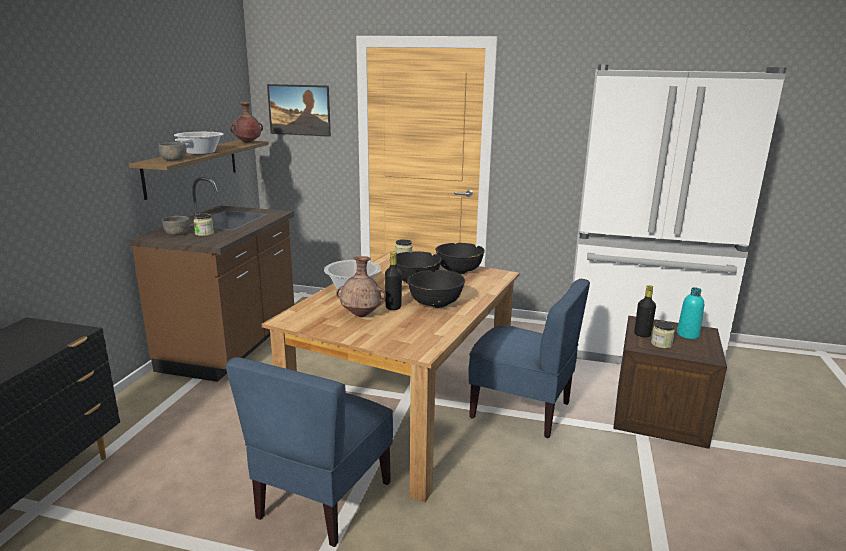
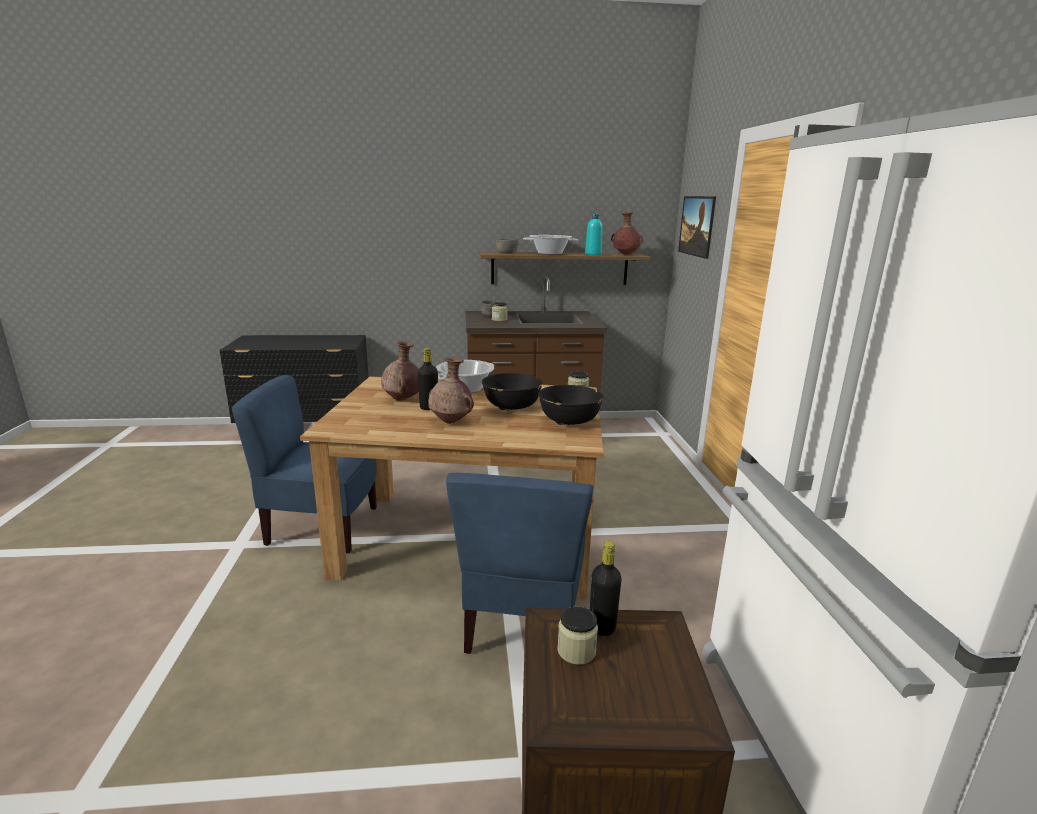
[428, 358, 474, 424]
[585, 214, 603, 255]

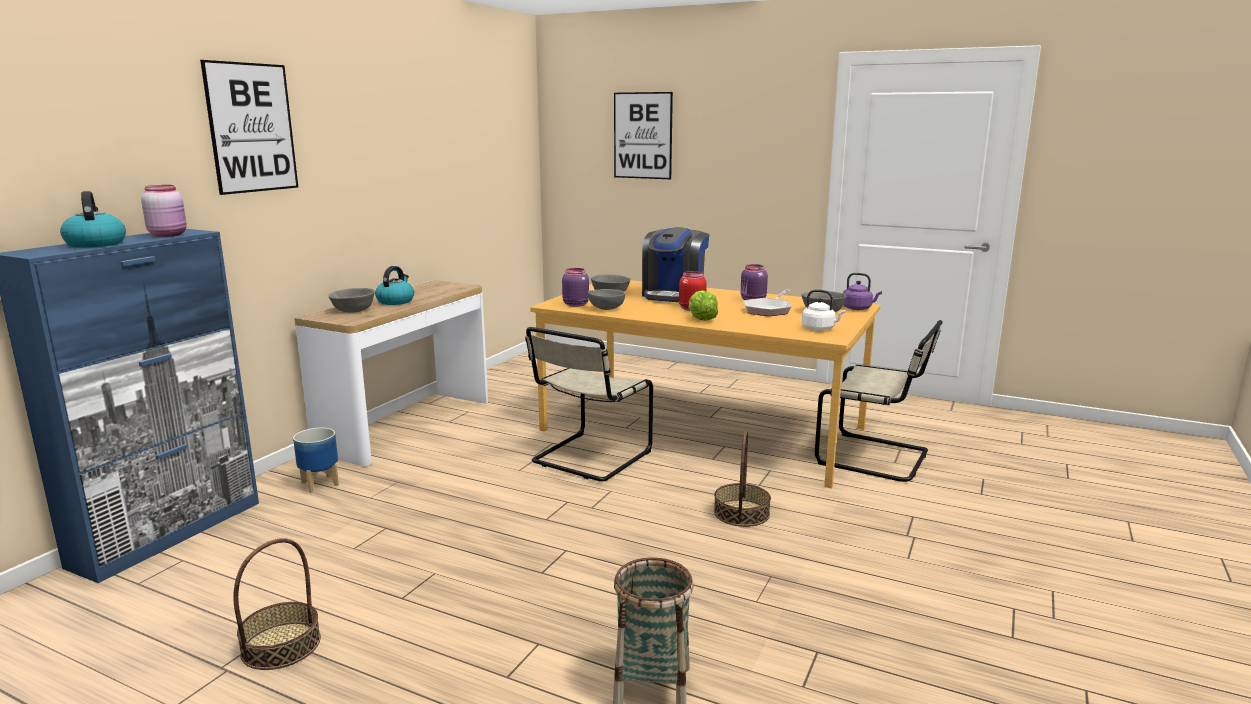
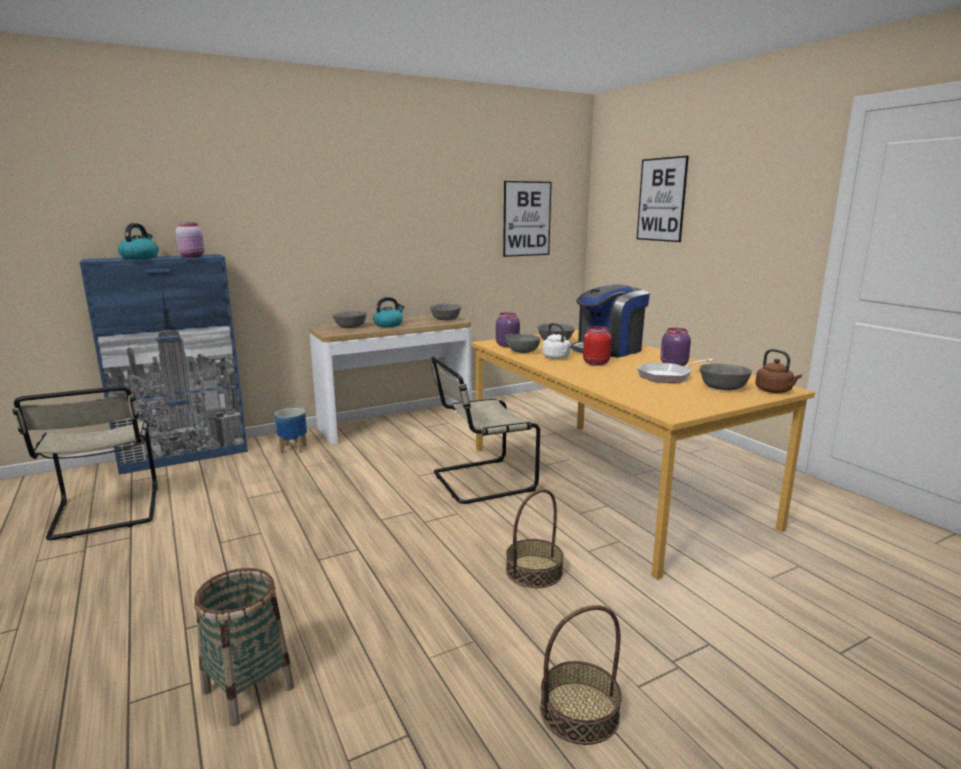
[503, 181, 552, 257]
[755, 349, 802, 393]
[542, 323, 571, 359]
[689, 290, 718, 321] (first image)
[13, 386, 158, 540]
[540, 605, 622, 745]
[430, 304, 461, 320]

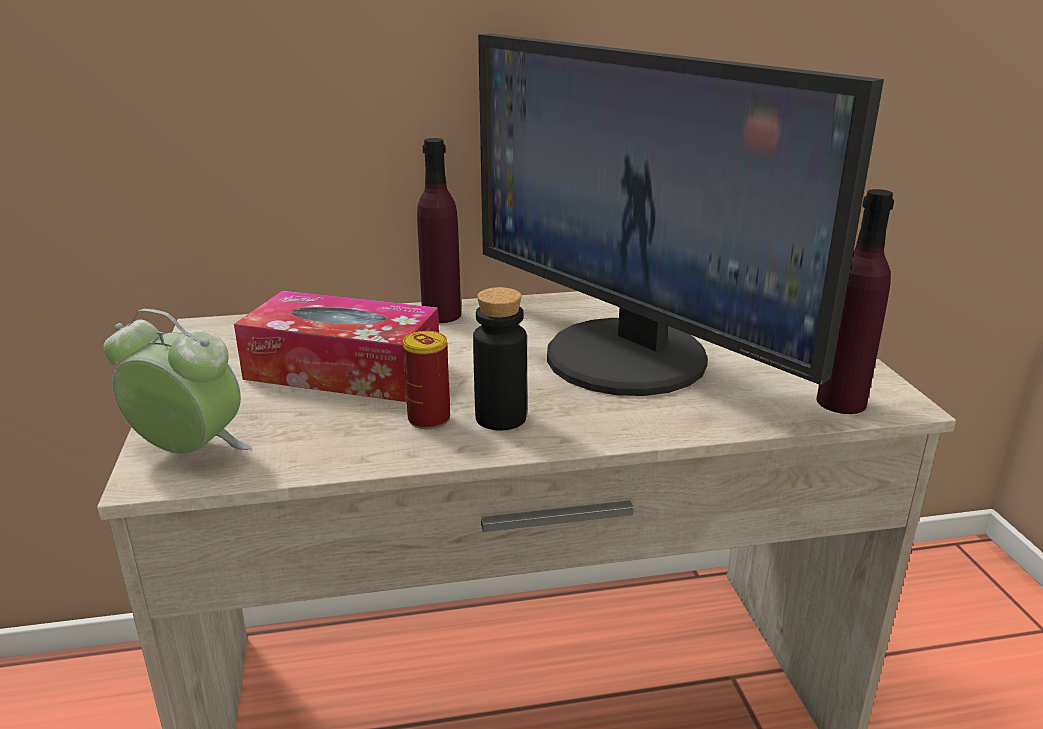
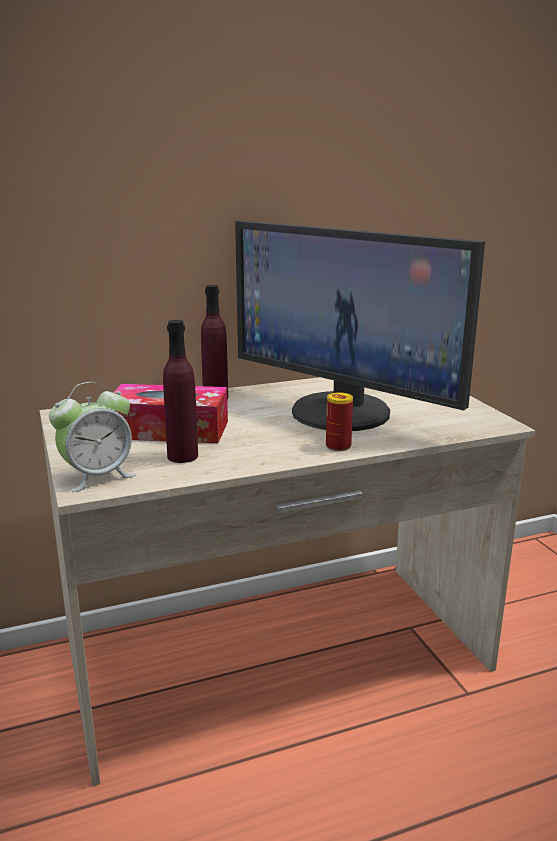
[163, 320, 198, 463]
[473, 287, 527, 431] (first image)
[49, 382, 136, 492]
[326, 392, 353, 451]

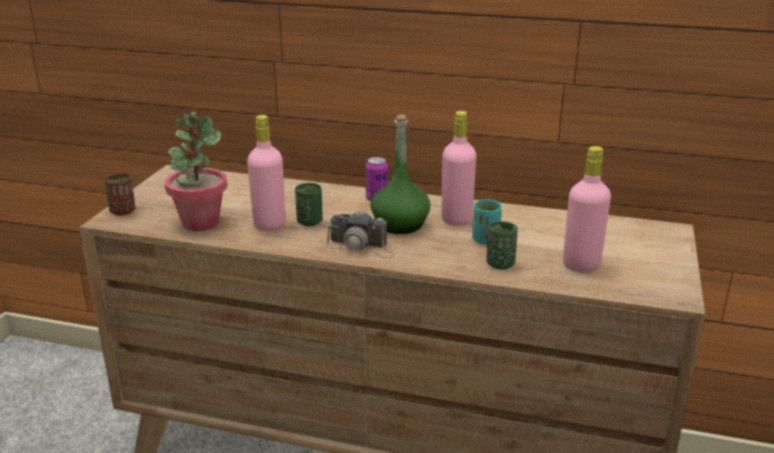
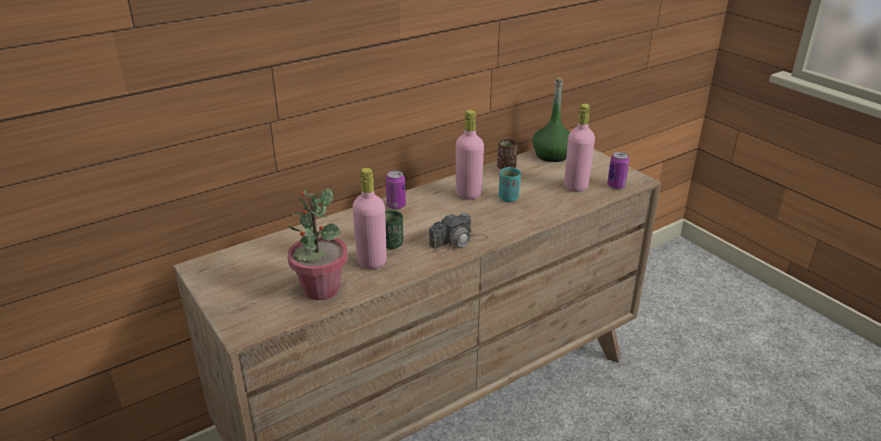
[532, 77, 570, 162]
[497, 139, 518, 169]
[487, 221, 518, 269] (first image)
[607, 152, 630, 189]

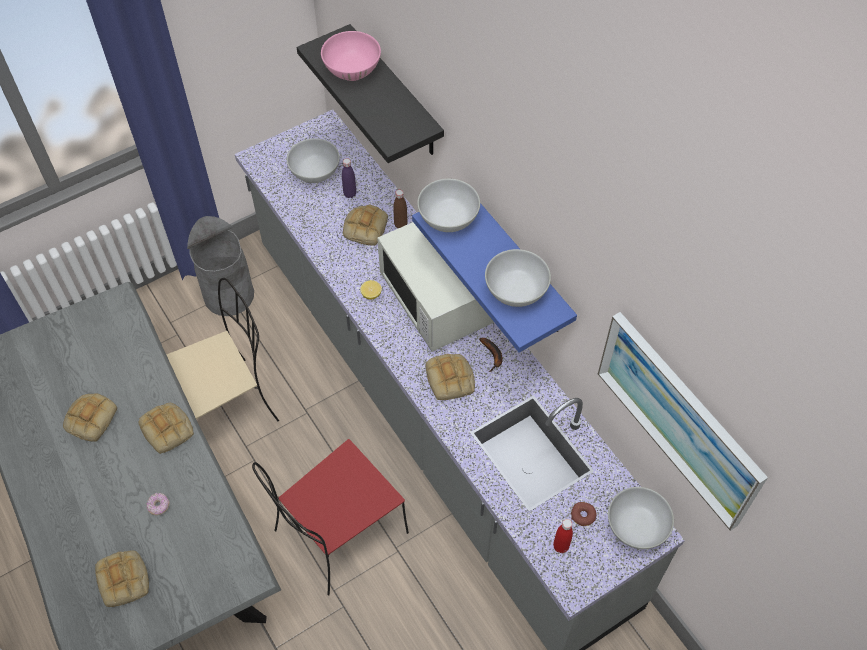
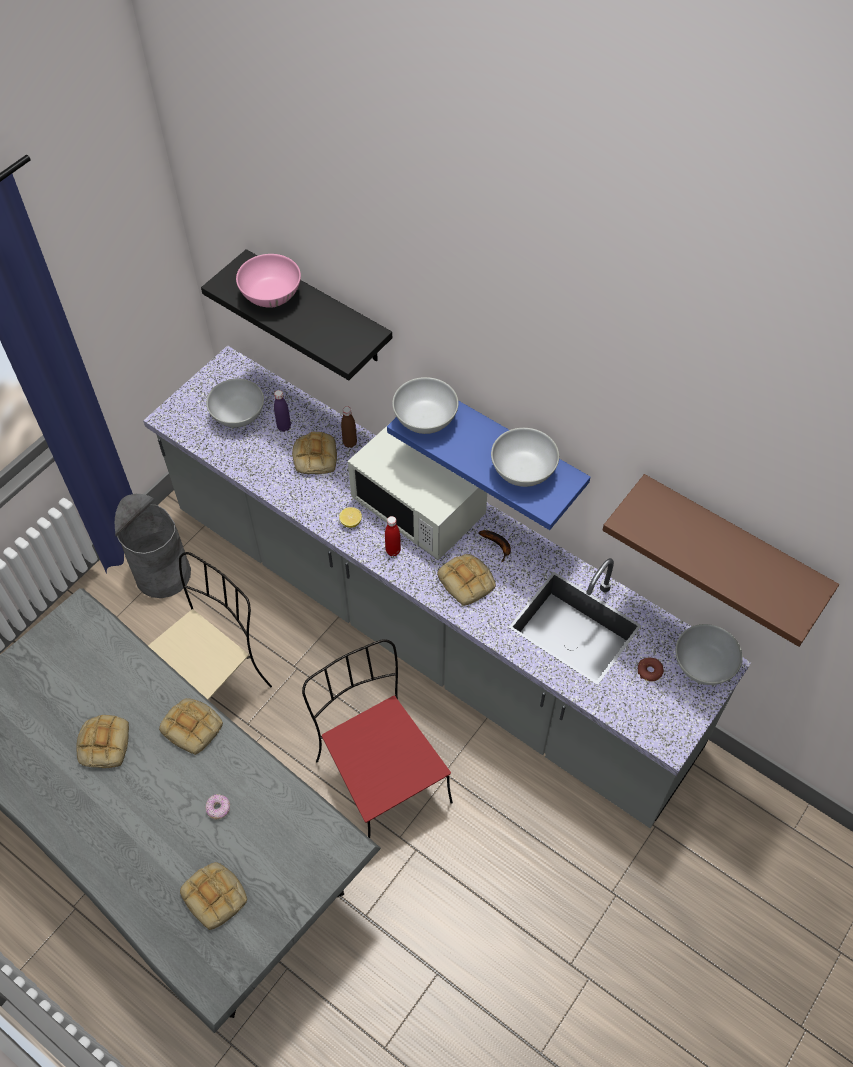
[602, 474, 839, 647]
[302, 639, 453, 838]
[385, 516, 401, 556]

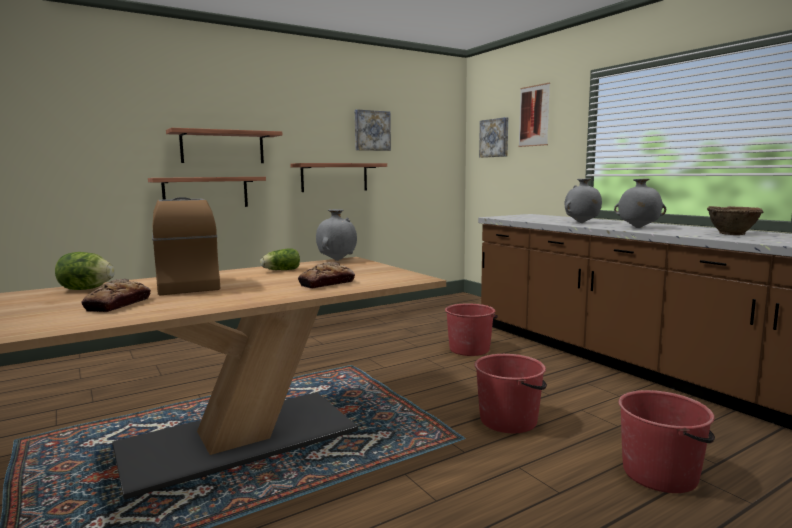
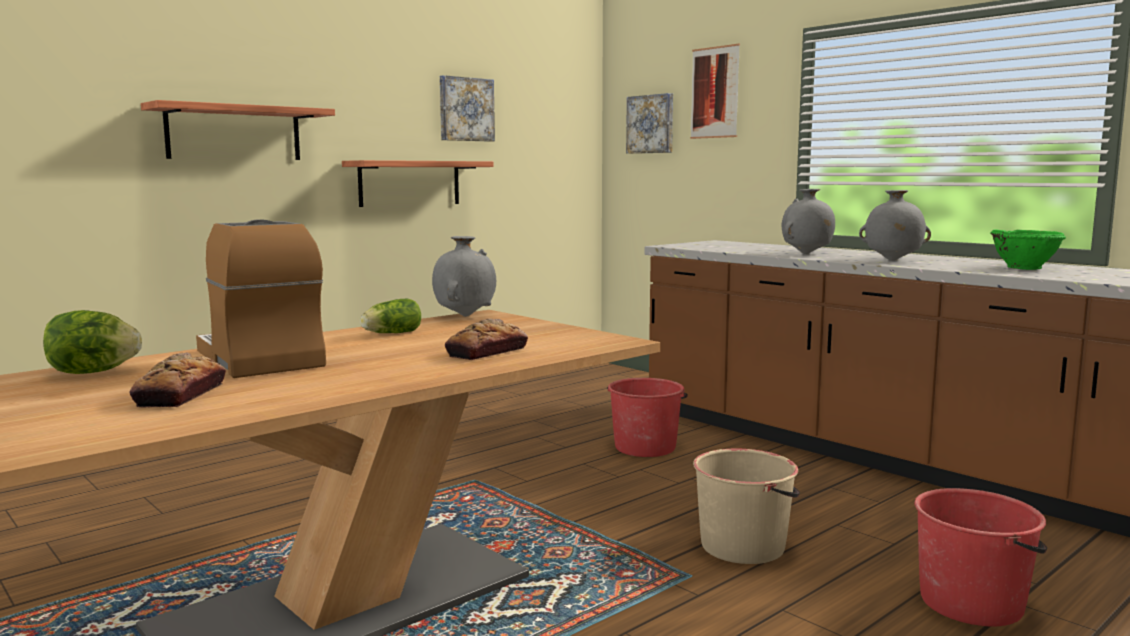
[148, 177, 266, 207] (first image)
[990, 229, 1066, 270]
[693, 449, 800, 564]

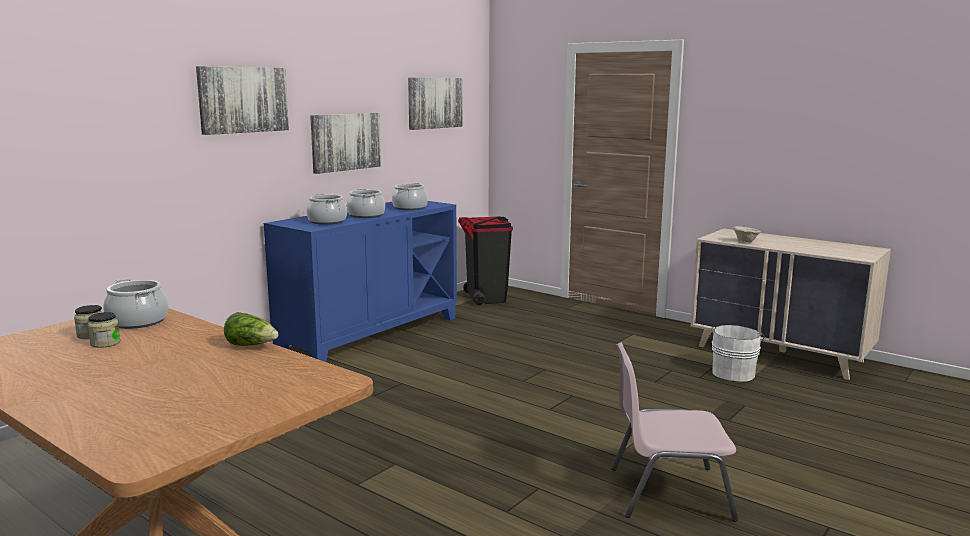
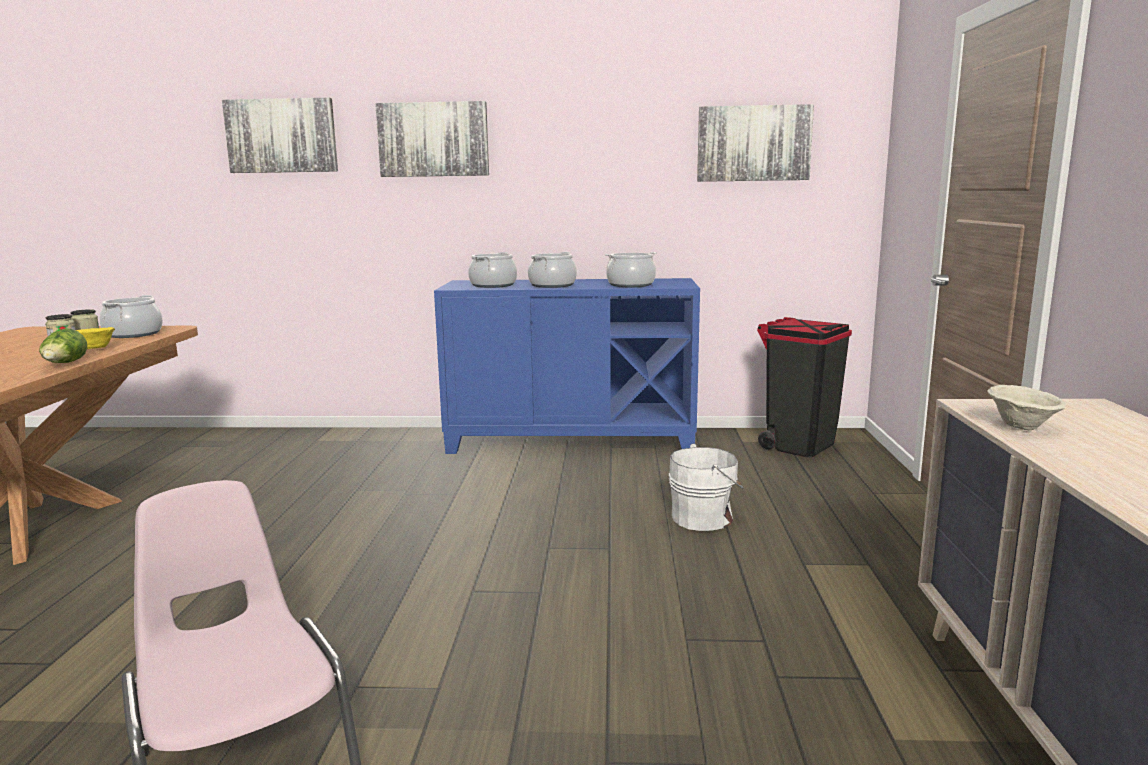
[222, 98, 338, 173]
[668, 444, 743, 531]
[76, 327, 115, 349]

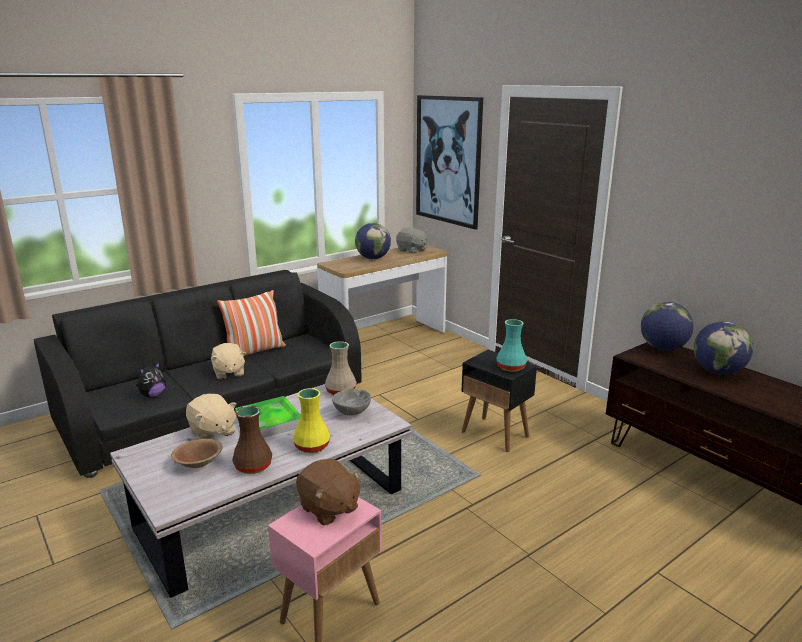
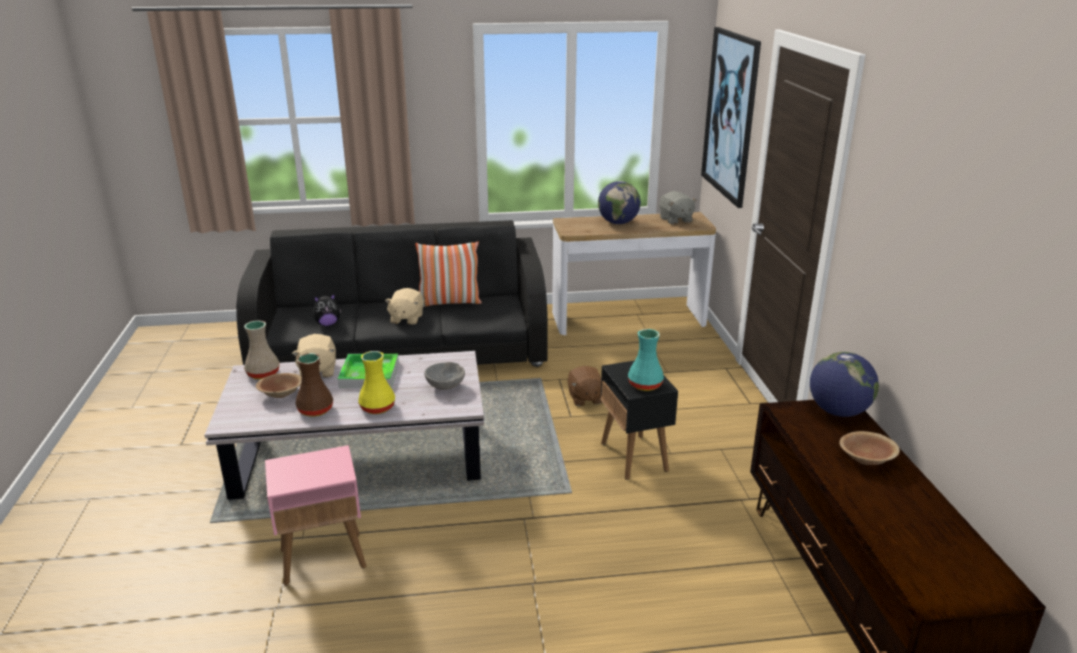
[839, 431, 900, 465]
[244, 321, 280, 380]
[568, 366, 602, 406]

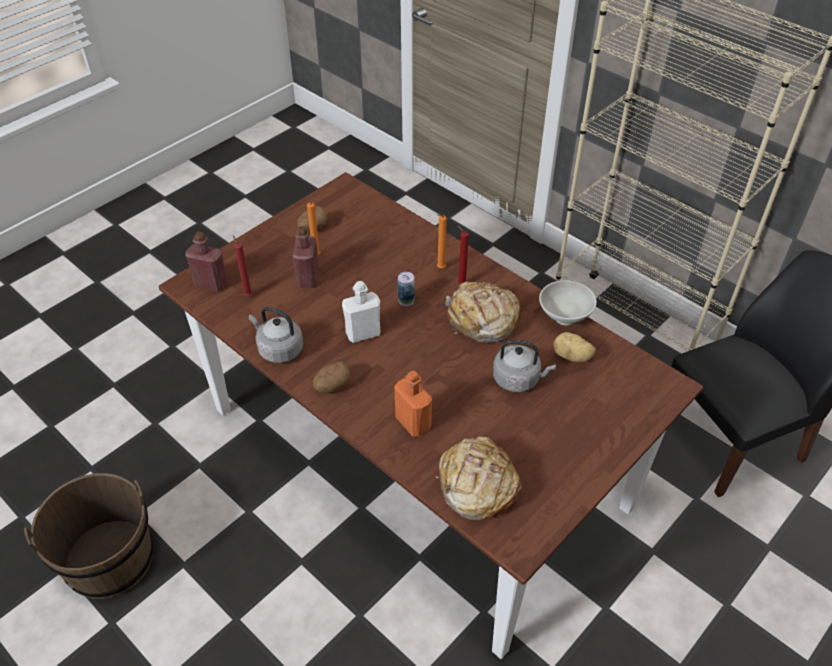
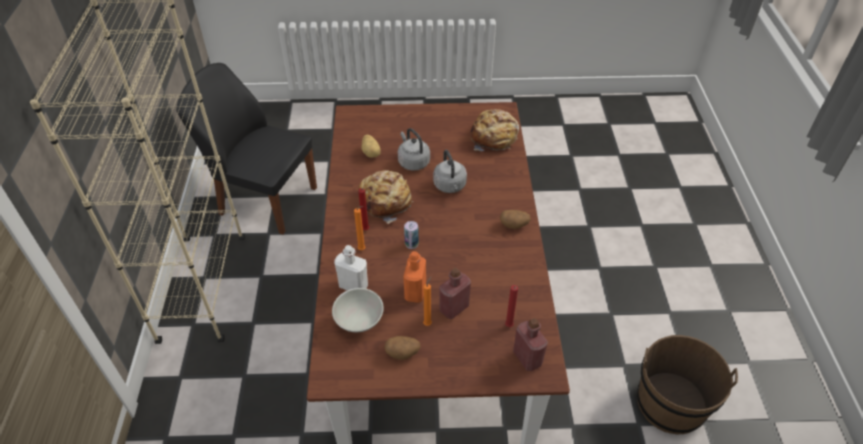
[332, 288, 384, 333]
[334, 245, 368, 290]
[433, 150, 467, 193]
[403, 251, 426, 303]

